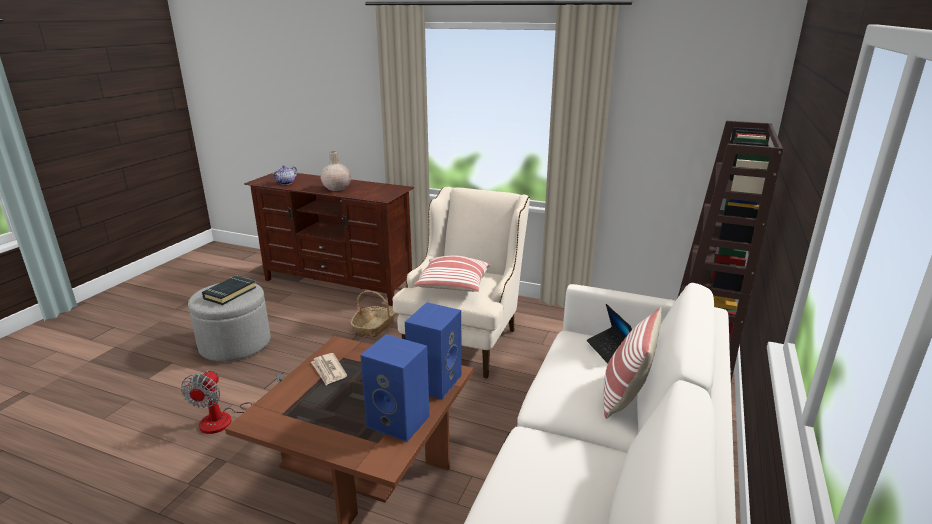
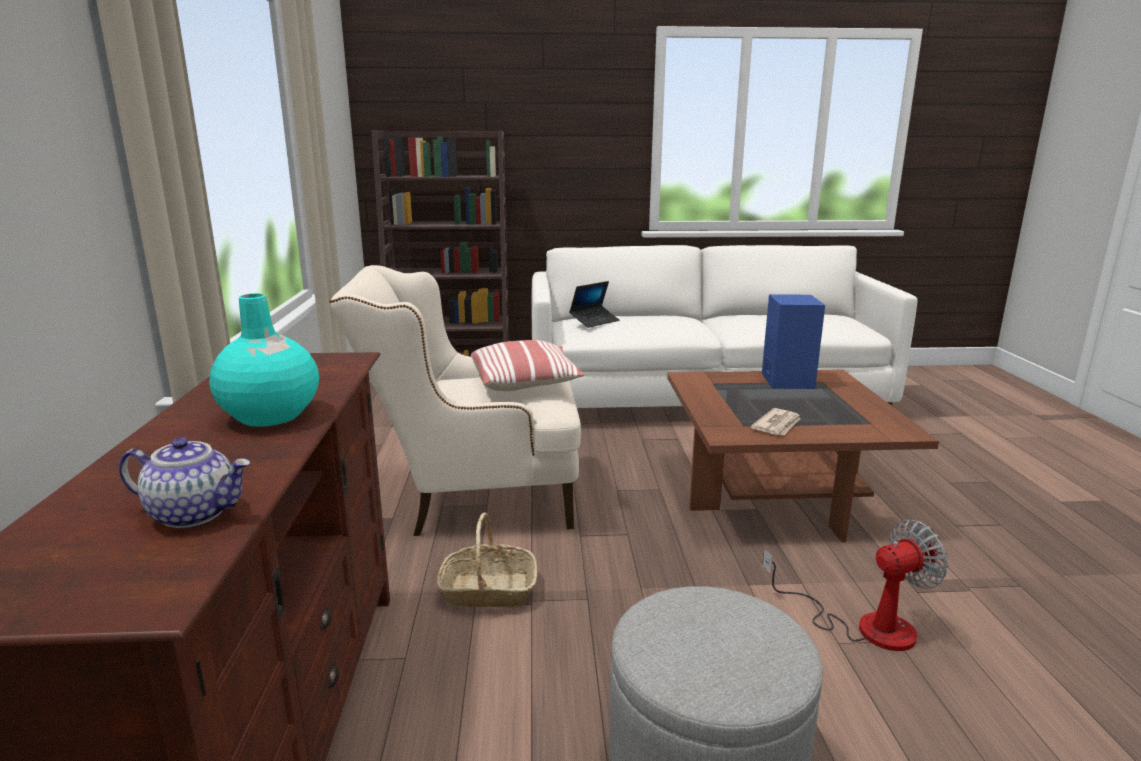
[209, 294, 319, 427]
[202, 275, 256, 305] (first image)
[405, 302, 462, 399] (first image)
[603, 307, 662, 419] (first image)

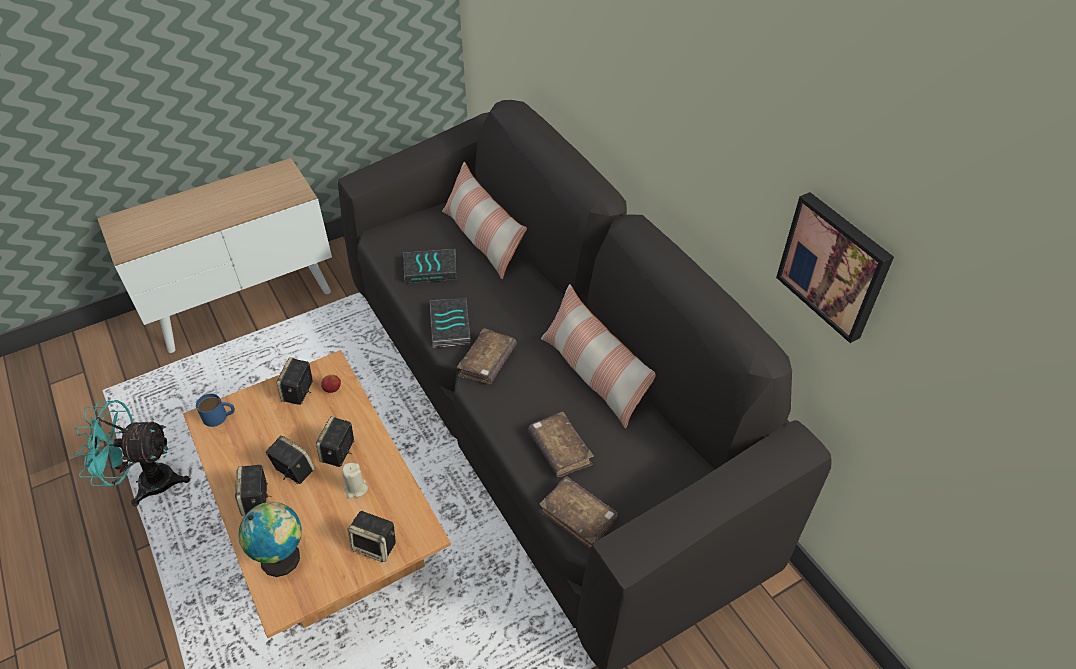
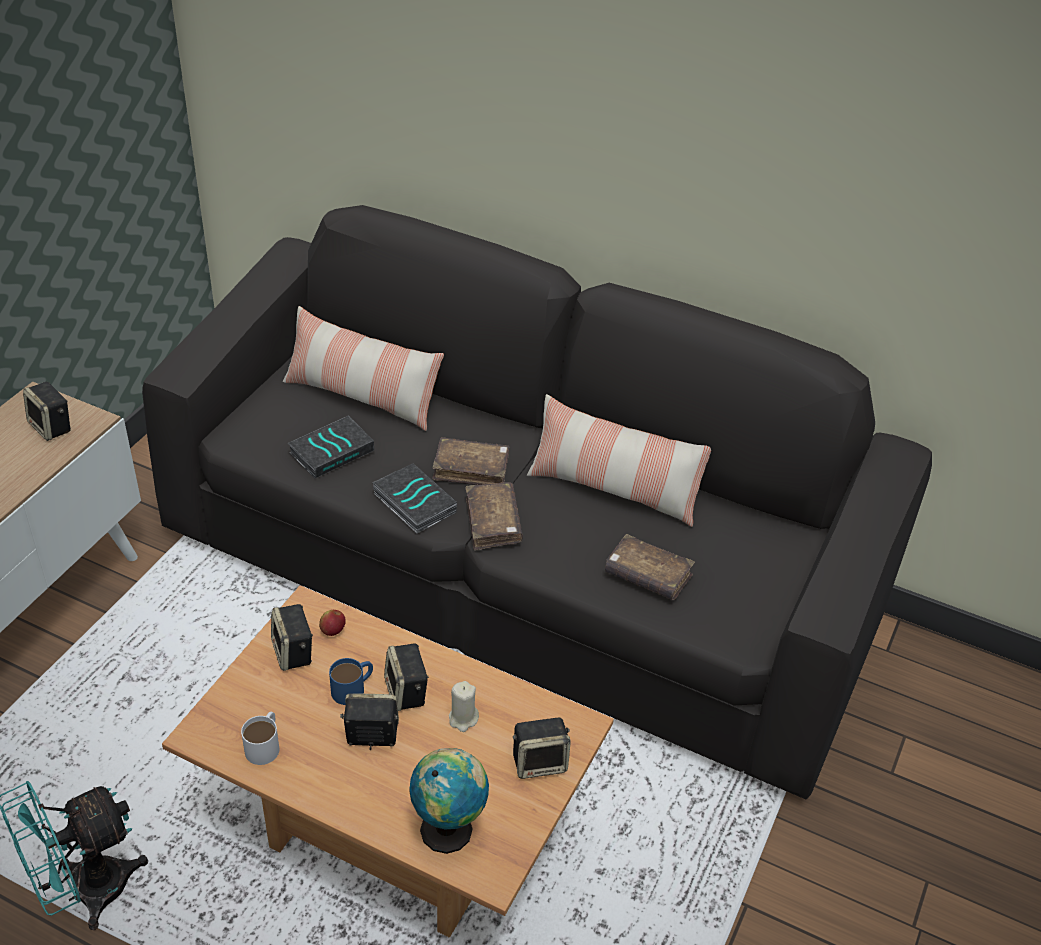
[776, 192, 894, 343] (first image)
[329, 658, 373, 705]
[23, 382, 71, 441]
[432, 437, 509, 485]
[241, 712, 279, 765]

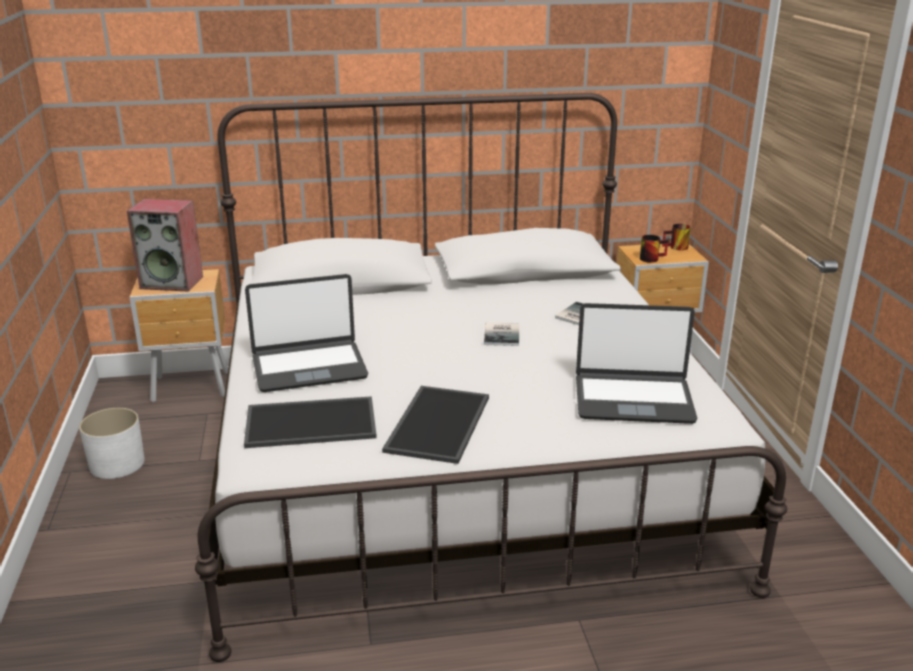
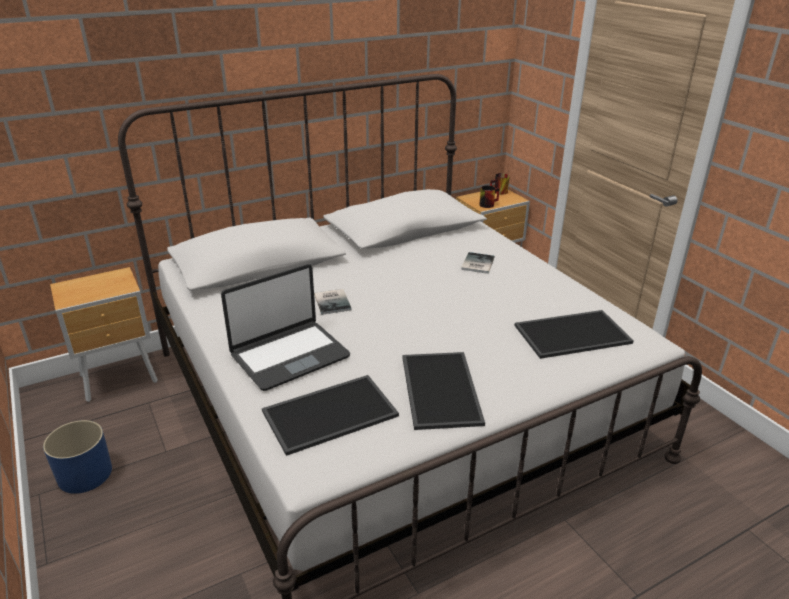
[127, 199, 203, 292] (first image)
[515, 310, 634, 359]
[314, 289, 352, 315]
[43, 420, 112, 494]

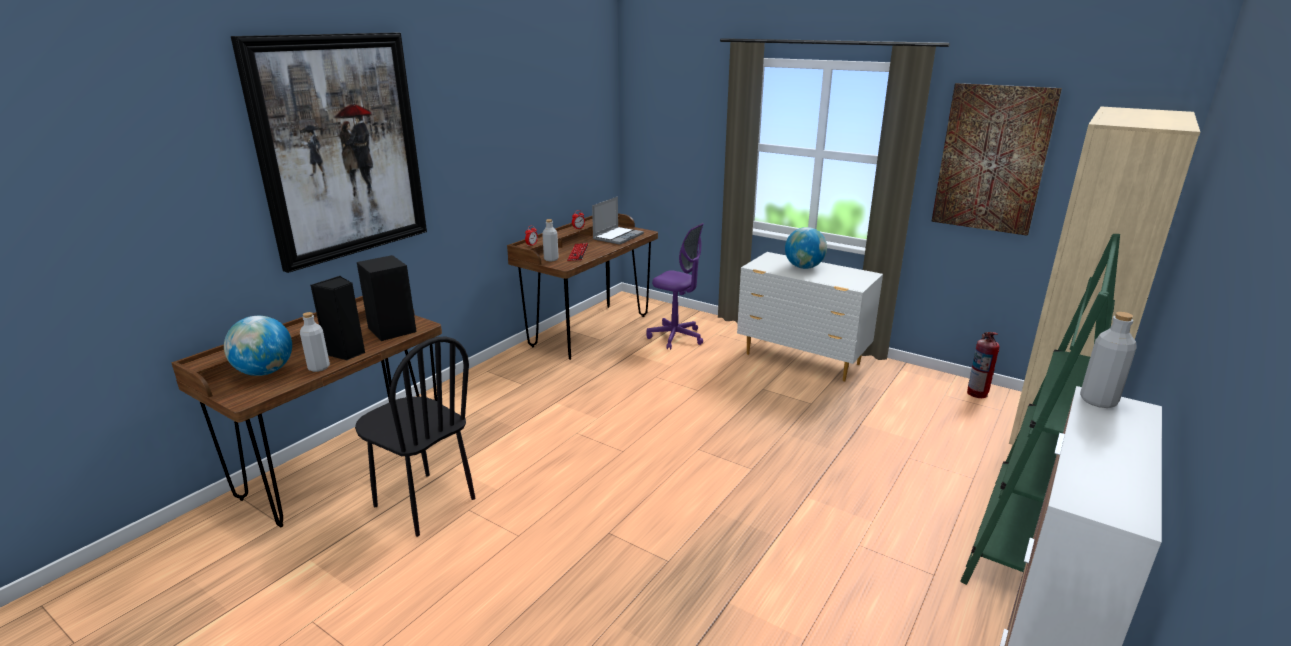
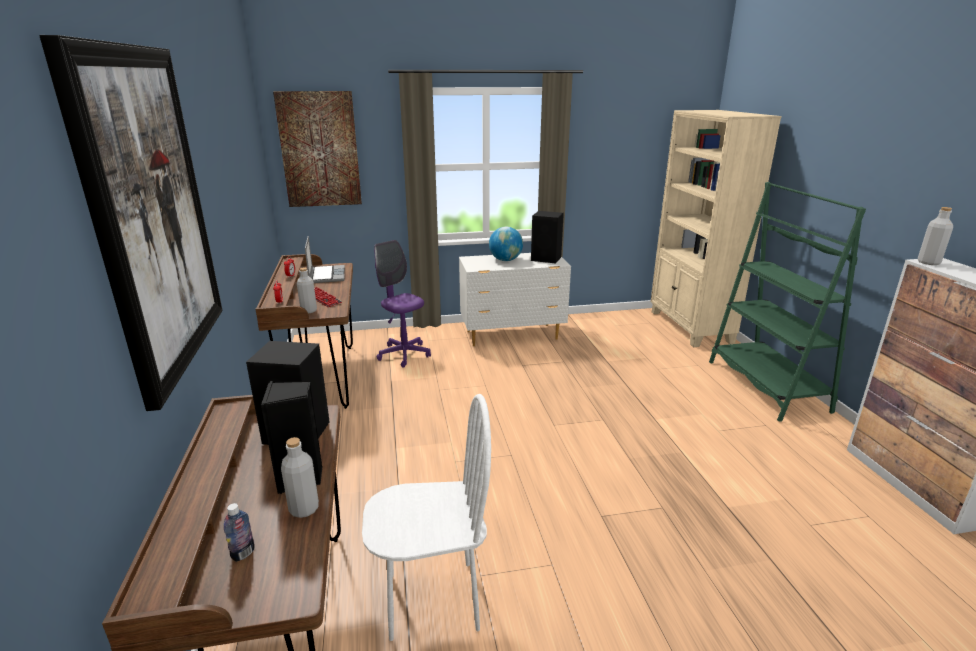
[273, 91, 362, 207]
[374, 240, 431, 368]
[224, 503, 255, 562]
[967, 332, 999, 398] (first image)
[362, 394, 491, 641]
[531, 211, 564, 264]

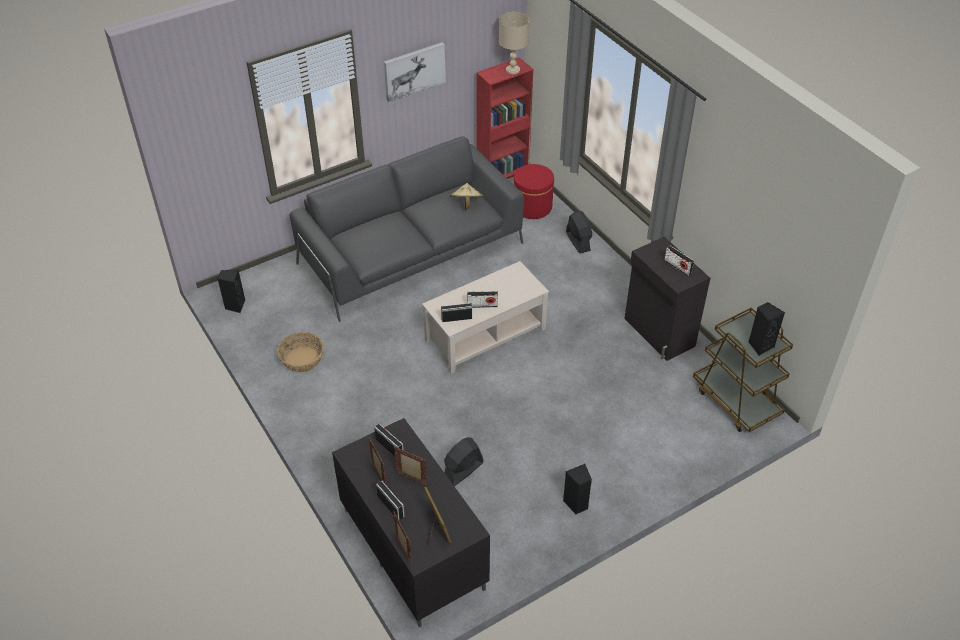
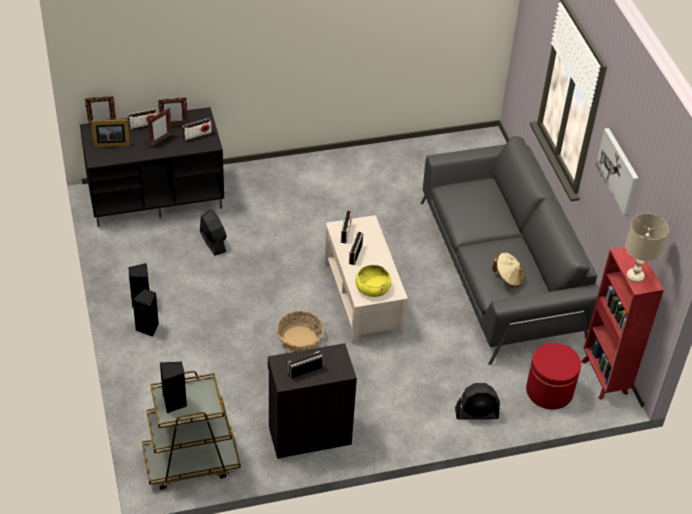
[133, 289, 159, 337]
[277, 311, 324, 352]
[355, 265, 391, 297]

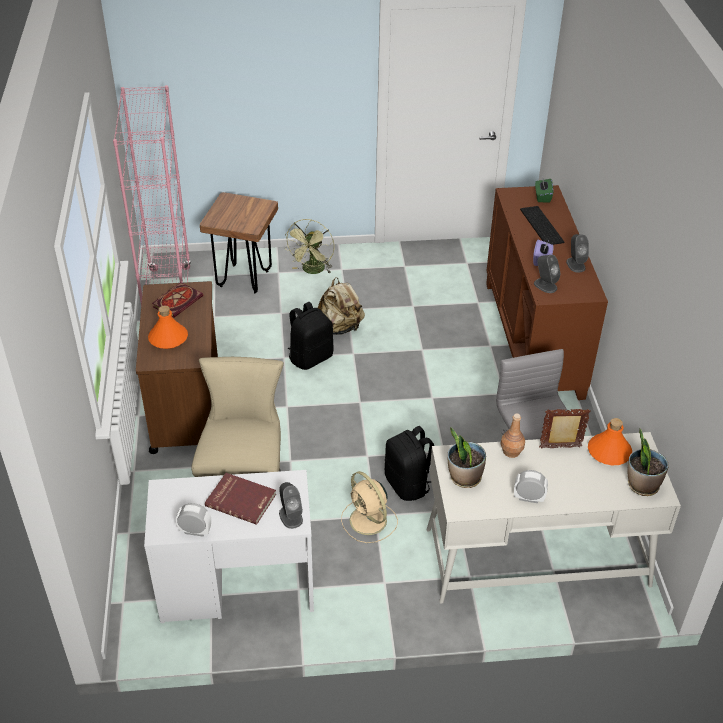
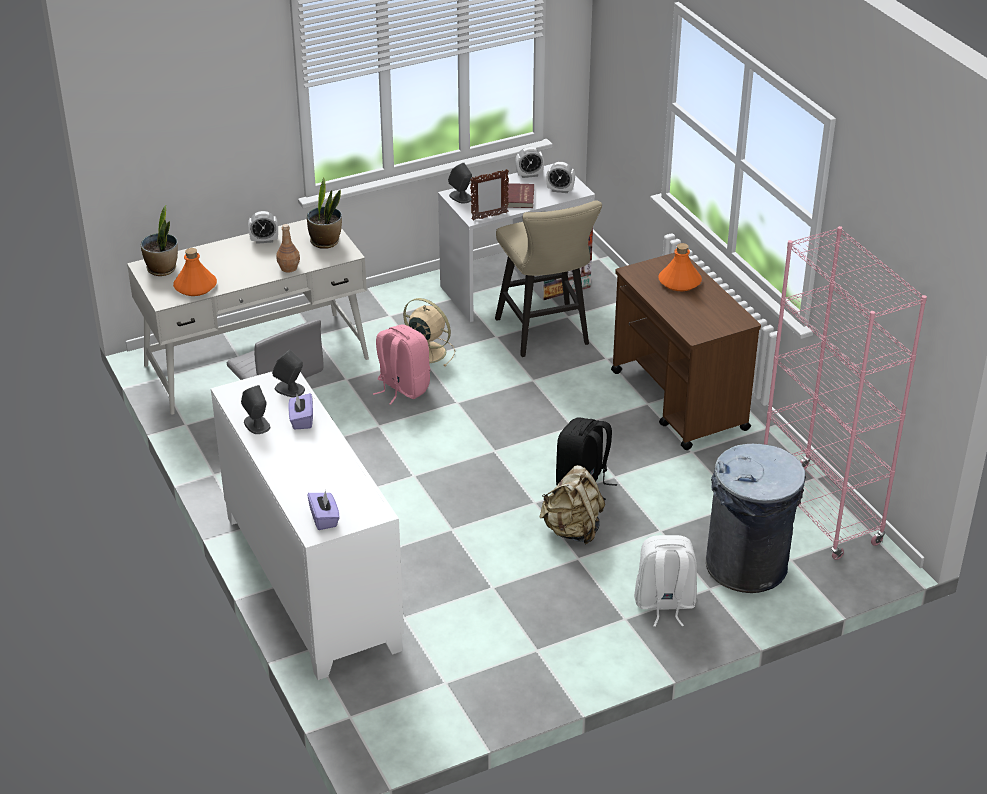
[307, 490, 340, 530]
[211, 372, 404, 680]
[706, 444, 806, 593]
[520, 206, 564, 245] (first image)
[634, 535, 697, 627]
[152, 282, 203, 318] (first image)
[470, 169, 509, 221]
[373, 324, 430, 405]
[546, 162, 575, 193]

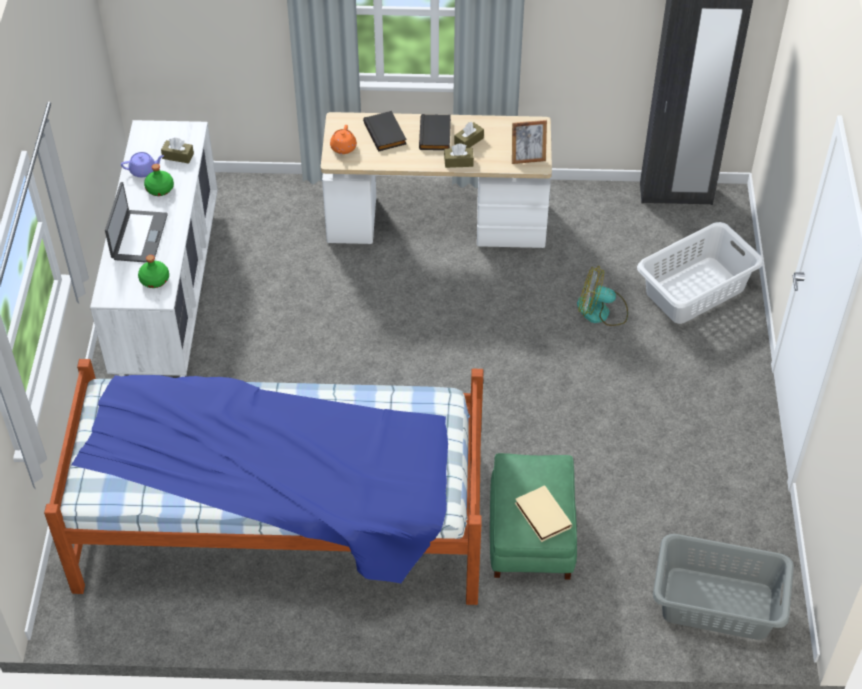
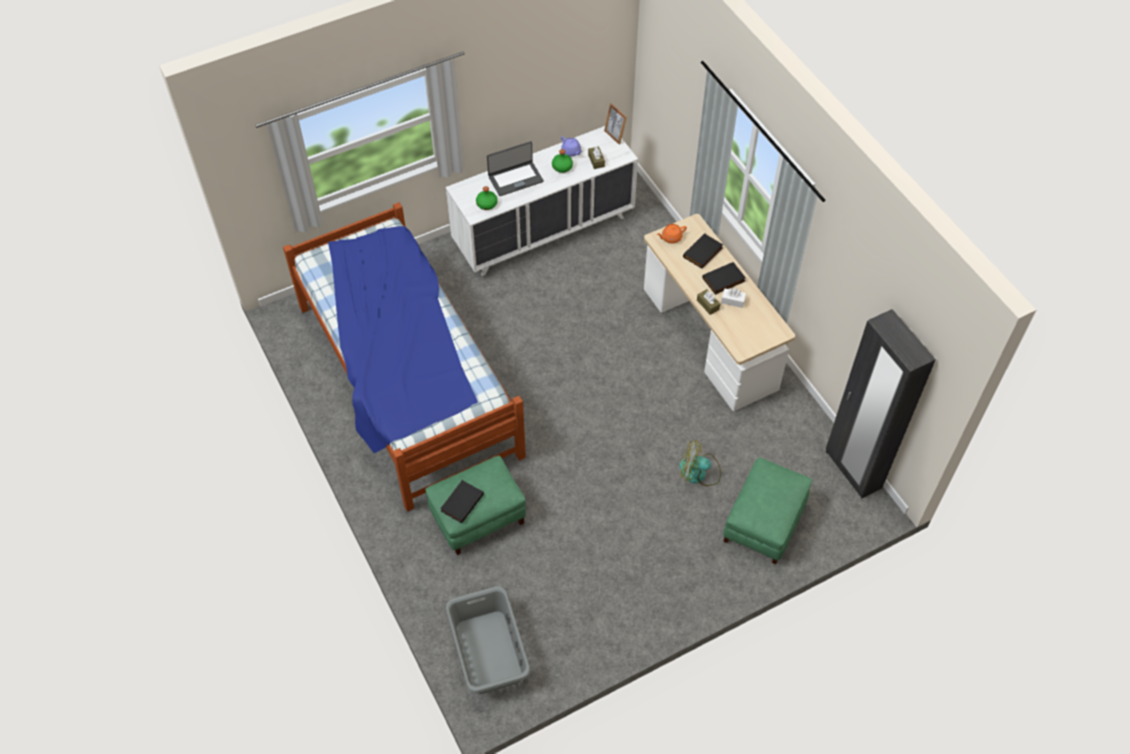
[604, 103, 627, 145]
[721, 288, 746, 308]
[723, 457, 812, 564]
[679, 440, 721, 486]
[440, 480, 484, 523]

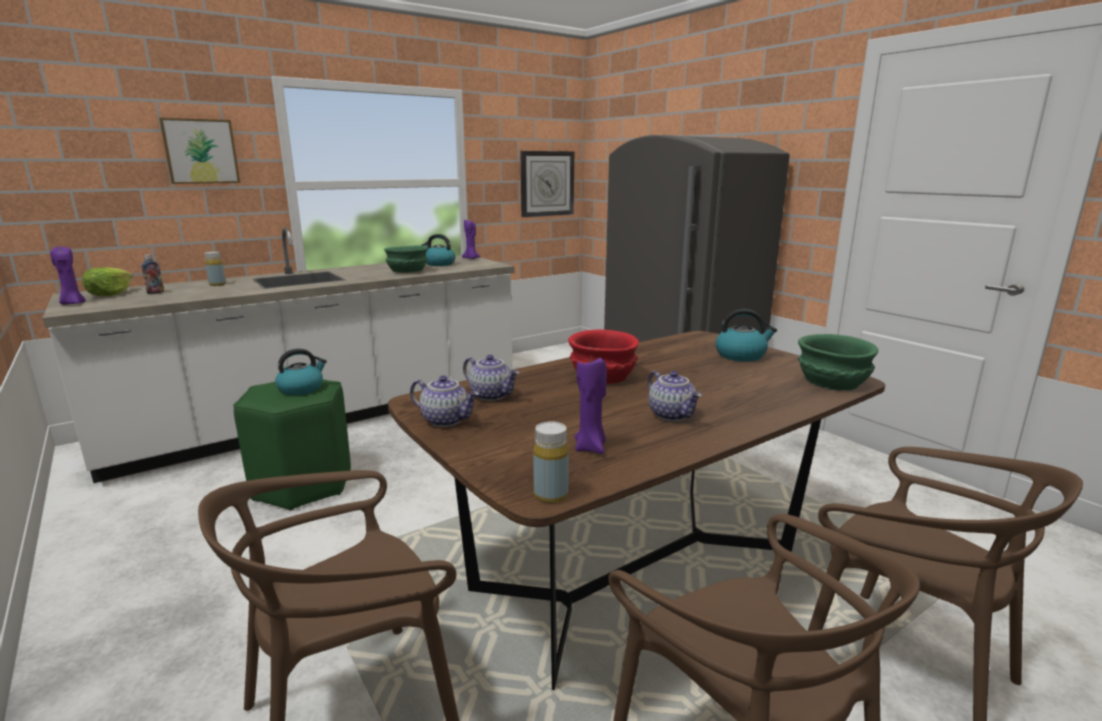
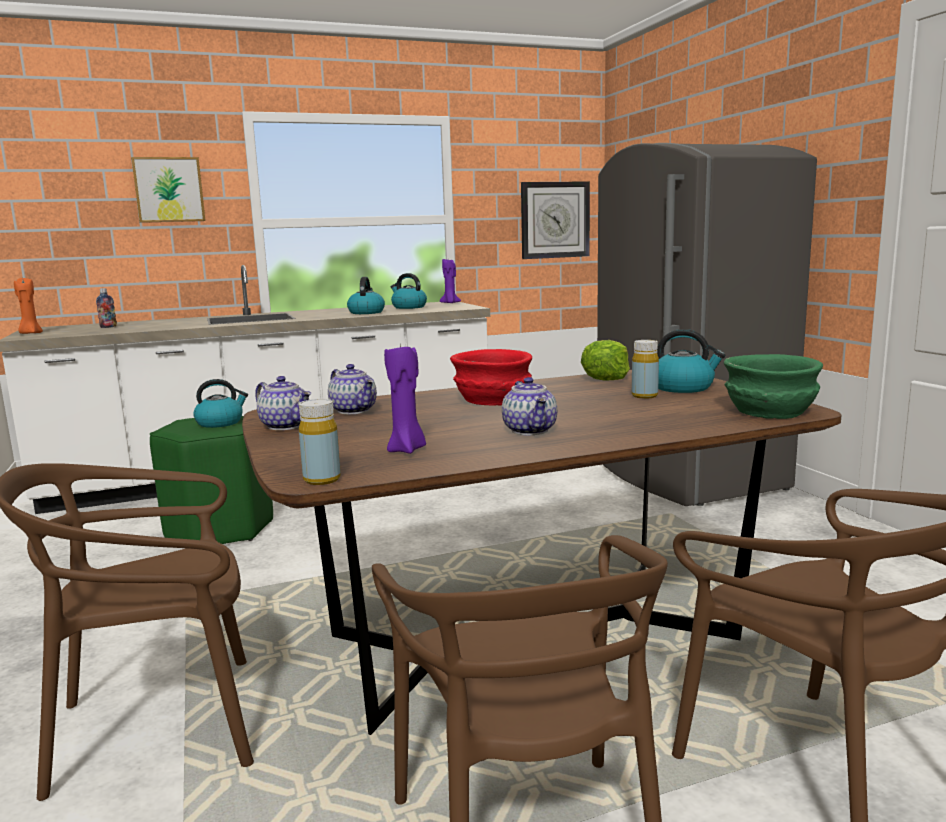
[14, 277, 43, 334]
[347, 277, 385, 314]
[632, 340, 659, 399]
[581, 340, 630, 380]

